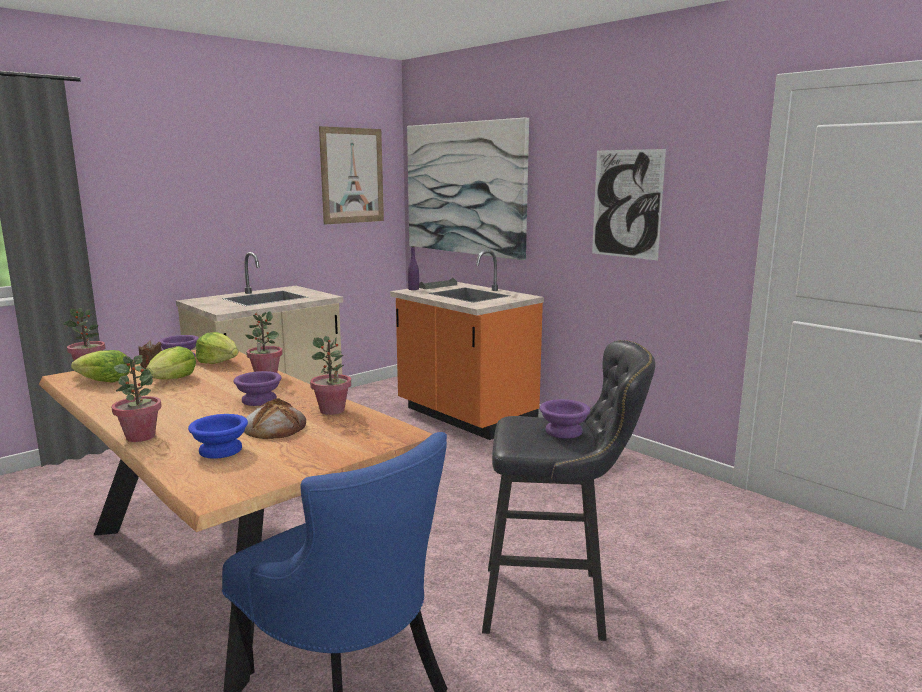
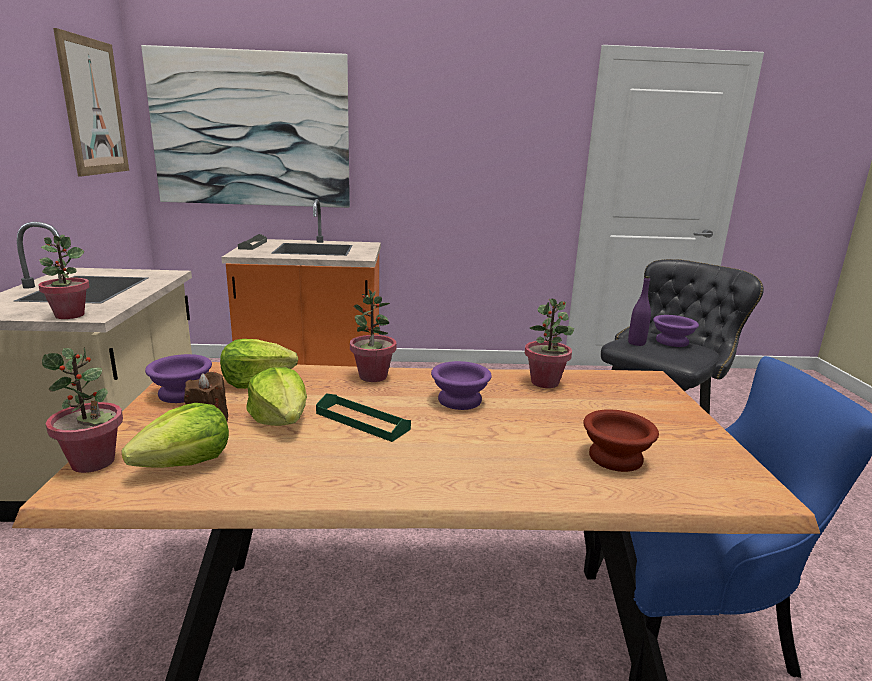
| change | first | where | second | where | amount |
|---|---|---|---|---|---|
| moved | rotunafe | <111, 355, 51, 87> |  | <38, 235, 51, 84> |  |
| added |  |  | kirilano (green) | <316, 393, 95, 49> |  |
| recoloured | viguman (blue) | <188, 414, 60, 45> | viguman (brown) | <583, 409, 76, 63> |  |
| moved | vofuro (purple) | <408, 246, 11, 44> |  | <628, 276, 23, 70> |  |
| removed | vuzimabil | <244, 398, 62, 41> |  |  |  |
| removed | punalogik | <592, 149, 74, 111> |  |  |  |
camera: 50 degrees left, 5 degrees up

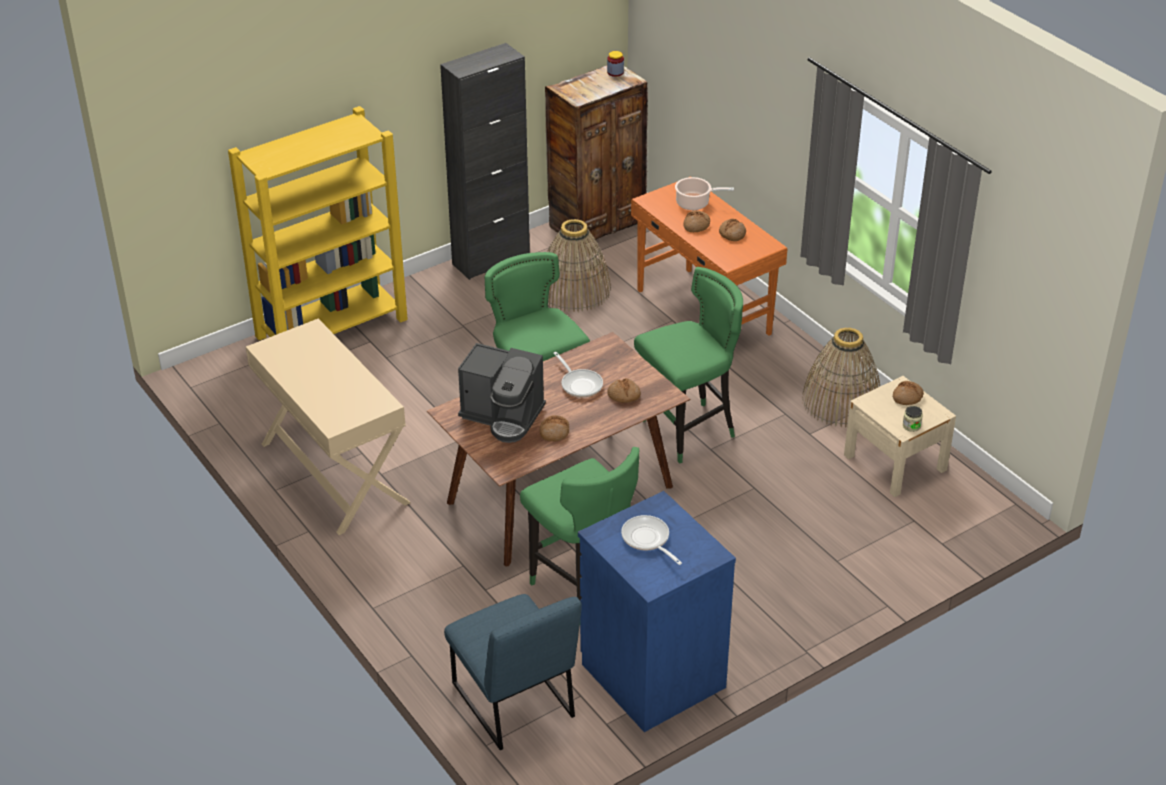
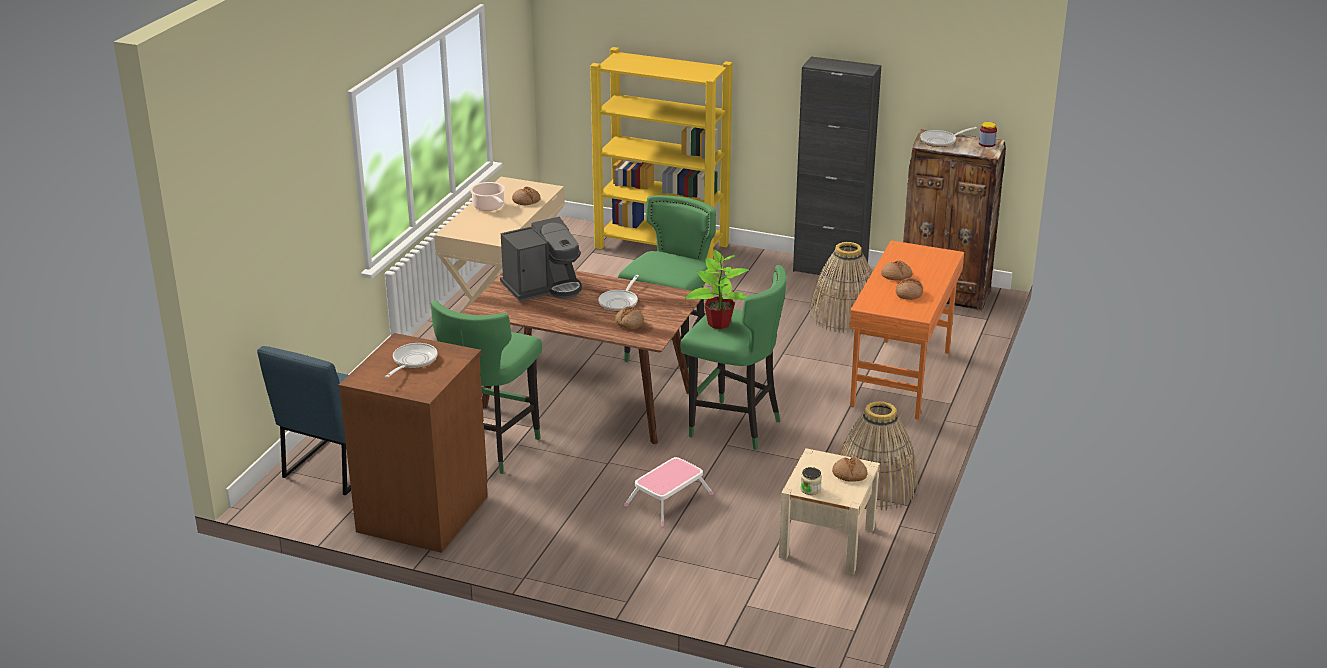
| change | first | where | second | where | amount |
|---|---|---|---|---|---|
| recoloured | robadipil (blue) | <578, 491, 158, 241> | robadipil (brown) | <339, 333, 149, 220> |  |
| moved | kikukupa | <675, 177, 59, 33> |  | <470, 182, 35, 29> |  |
| turned | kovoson | <458, 343, 88, 100> |  | <500, 217, 82, 85> | 105 degrees counterclockwise |
| moved | vuzimabil | <540, 415, 29, 26> |  | <512, 187, 29, 18> |  |
| added |  |  | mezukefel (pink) | <624, 457, 89, 69> |  |
| added |  |  | rotunafe | <685, 249, 64, 80> |  |
| added |  |  | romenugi | <920, 127, 57, 20> |  |
camera: 55 degrees right, 10 degrees down

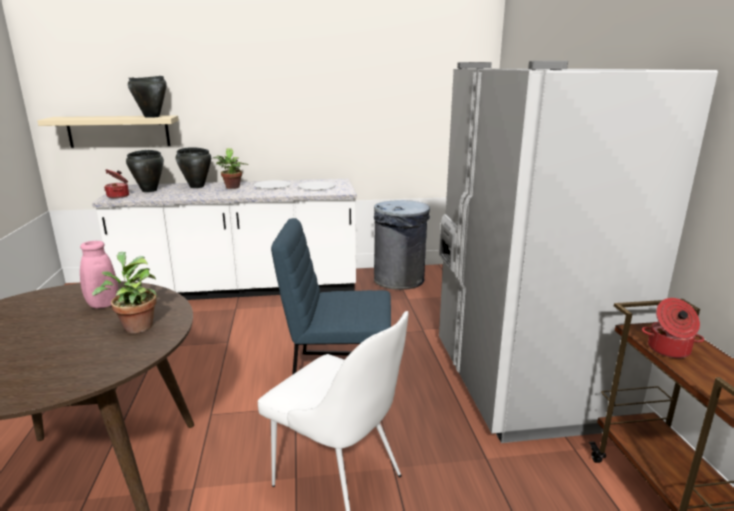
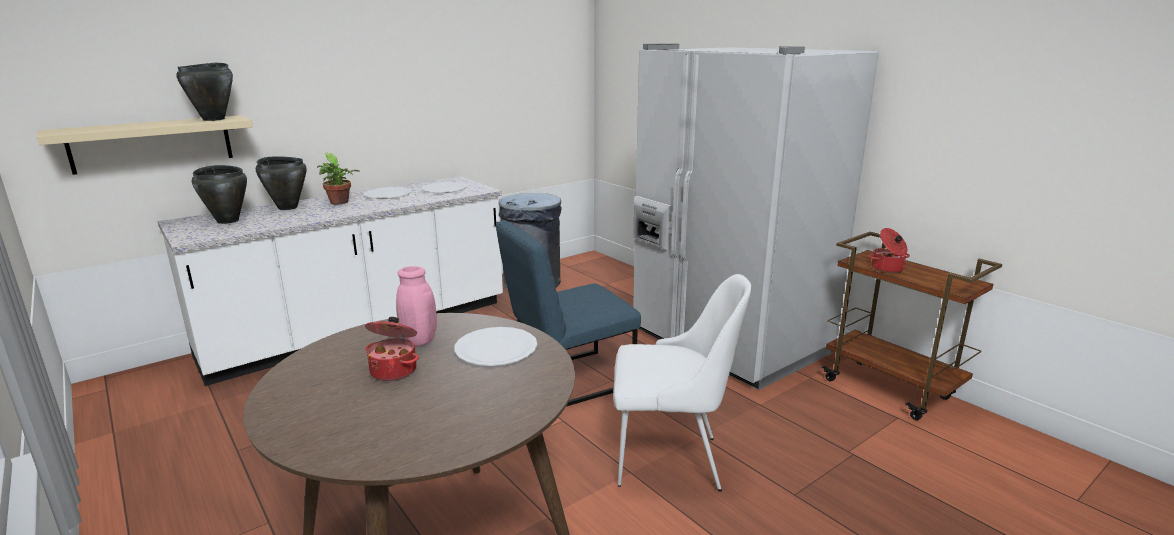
| change | first | where | second | where | amount |
|---|---|---|---|---|---|
| moved | kikukupa | <104, 170, 25, 28> |  | <365, 317, 54, 64> |  |
| replaced | rotunafe | <92, 252, 66, 81> | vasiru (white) | <454, 327, 83, 39> |  |
camera: 30 degrees left, 0 degrees up

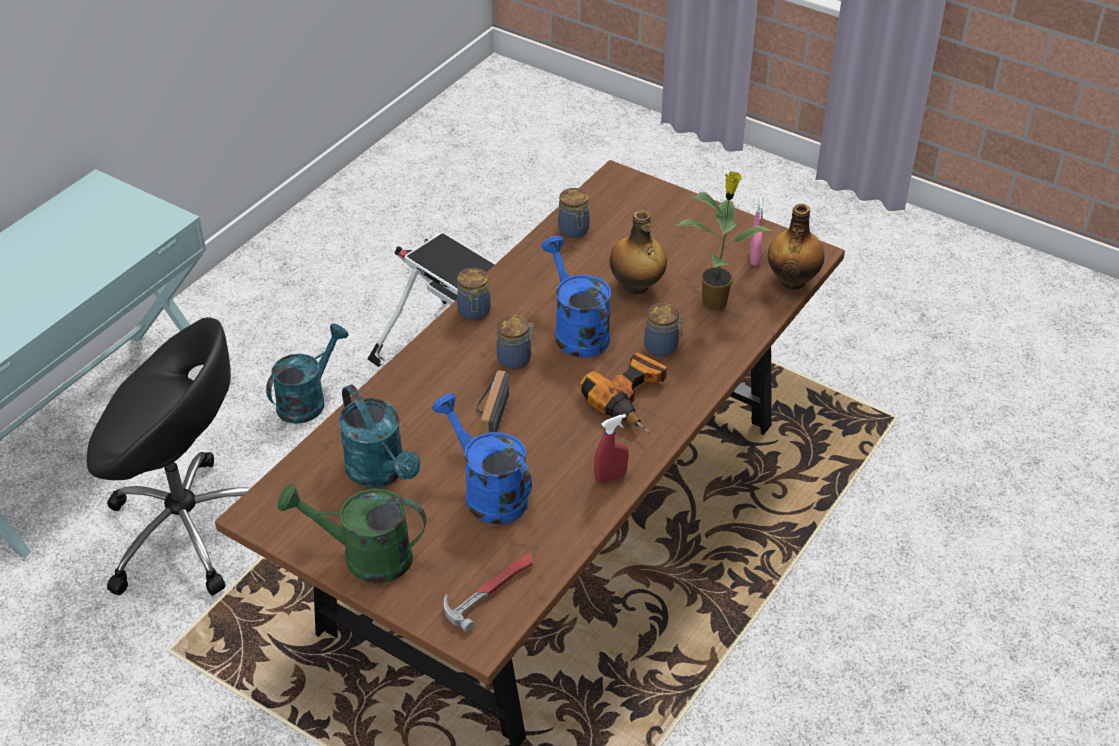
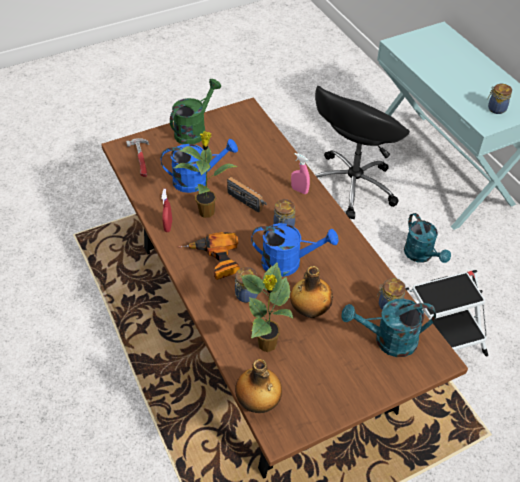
| change | first | where | second | where | amount |
|---|---|---|---|---|---|
| added |  |  | rotunafe | <174, 131, 64, 87> |  |
| moved | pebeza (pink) | <750, 197, 13, 68> |  | <291, 153, 19, 41> |  |
| moved | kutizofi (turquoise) | <338, 384, 83, 104> |  | <341, 299, 95, 58> |  |
| moved | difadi | <457, 268, 34, 52> |  | <488, 84, 24, 30> |  |
camera: 120 degrees right, 5 degrees up

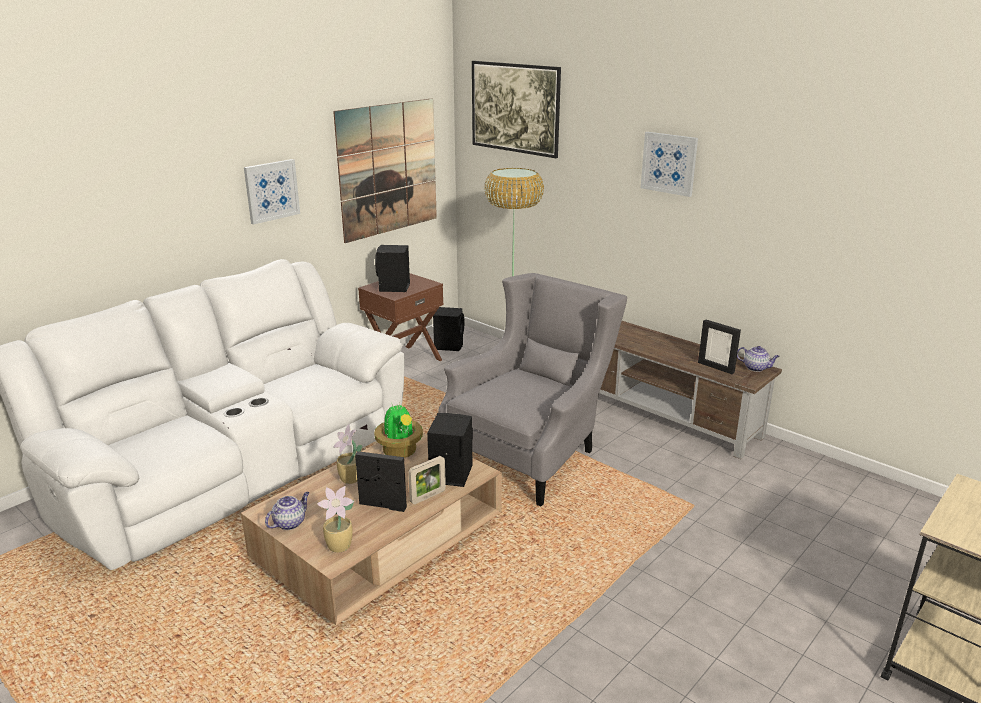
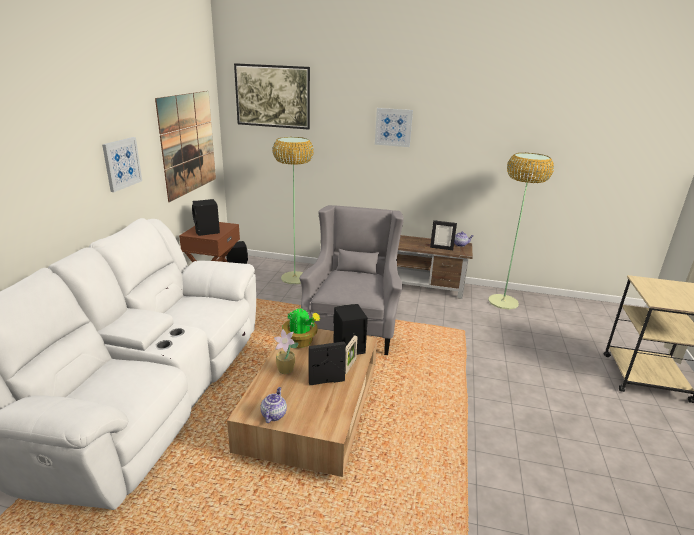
| change | first | where | second | where | amount |
|---|---|---|---|---|---|
| added |  |  | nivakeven | <488, 153, 66, 157> |  |
| removed | rotunafe | <317, 486, 38, 67> |  |  |  |
camera: 30 degrees left, 0 degrees up

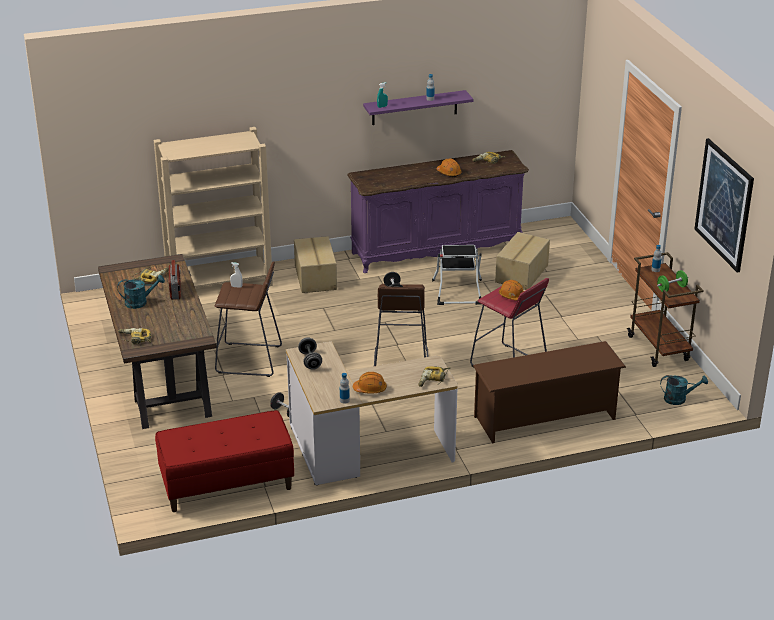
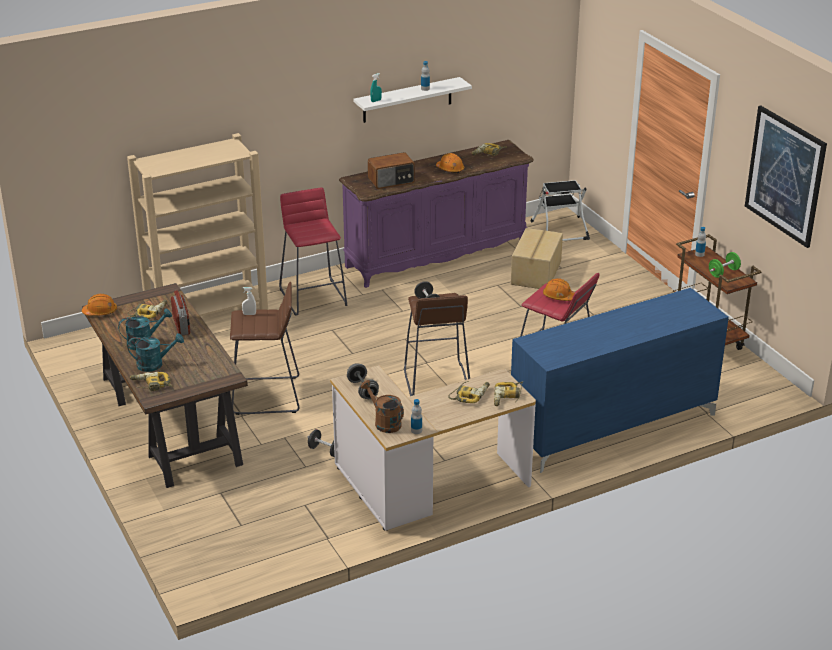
| change | first | where | second | where | amount |
|---|---|---|---|---|---|
| moved | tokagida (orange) | <353, 372, 34, 21> |  | <82, 294, 35, 22> |  |
| moved | kutizofi (turquoise) | <660, 375, 48, 30> |  | <128, 333, 56, 39> |  |
| replaced | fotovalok | <294, 236, 43, 57> | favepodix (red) | <279, 187, 69, 129> |  |
| recoloured | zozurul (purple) | <363, 90, 110, 35> | zozurul (white) | <353, 77, 119, 46> |  |
| added |  |  | kutizofi (brown) | <361, 380, 43, 53> |  |
| added |  |  | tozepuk | <368, 152, 47, 37> |  |
| added |  |  | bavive | <448, 381, 42, 22> |  |
| replaced | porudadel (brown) | <473, 341, 153, 102> | robadipil (blue) | <511, 288, 218, 185> |  |
| moved | mezukefel | <432, 245, 50, 60> |  | <530, 180, 60, 61> |  |
| removed | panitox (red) | <155, 410, 139, 102> |  |  |  |
camera: 10 degrees left, 0 degrees up

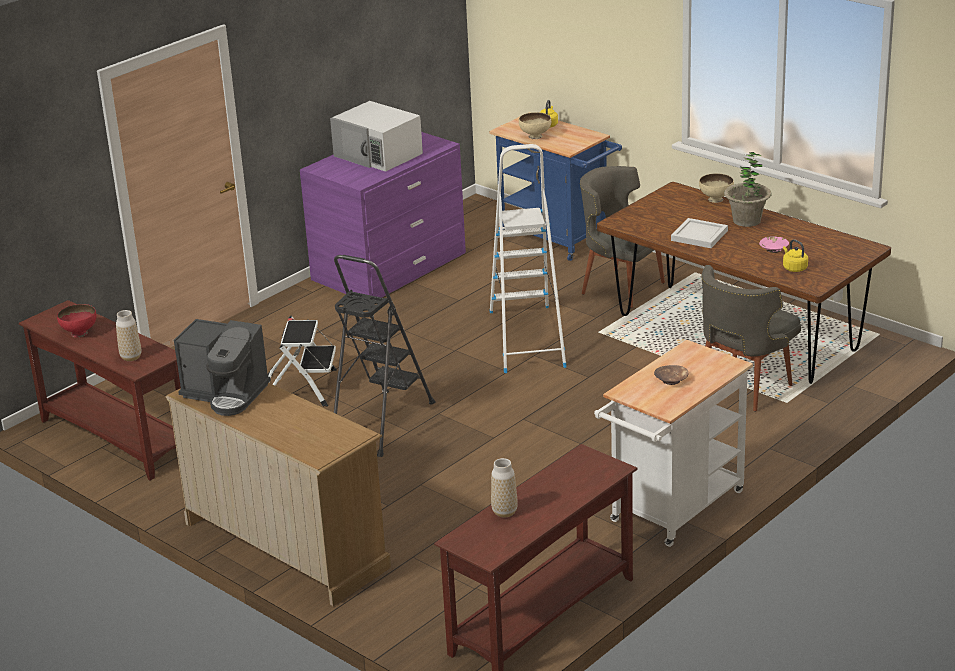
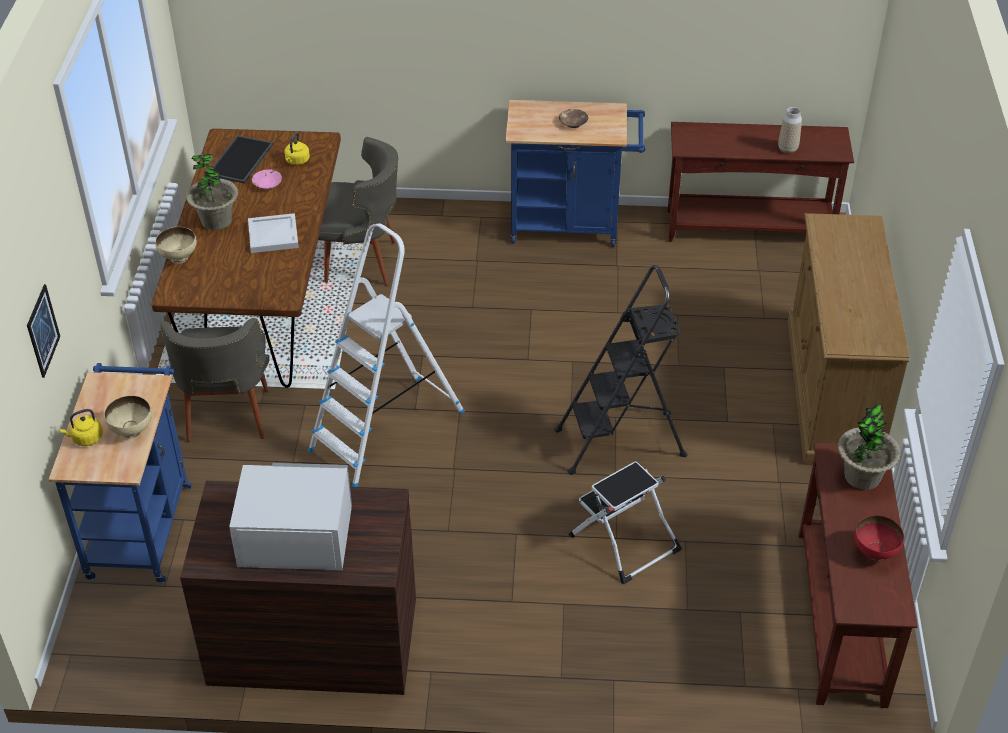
| change | first | where | second | where | amount |
|---|---|---|---|---|---|
| added |  |  | punalogik | <27, 284, 33, 94> |  |
| recoloured | robadipil (purple) | <300, 132, 166, 166> | robadipil (brown) | <180, 481, 236, 214> |  |
| added |  |  | kirilano | <213, 135, 61, 49> |  |
| turned | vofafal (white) | <330, 101, 93, 71> |  | <229, 463, 123, 107> | 90 degrees counterclockwise |
| recoloured | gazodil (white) | <594, 340, 159, 207> | gazodil (blue) | <505, 100, 141, 147> |  |
| replaced | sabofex | <116, 310, 25, 51> | rotunafe | <838, 403, 62, 87> |  |
| removed | kovoson | <174, 319, 97, 97> |  |  |  |
camera: 130 degrees left, 15 degrees up

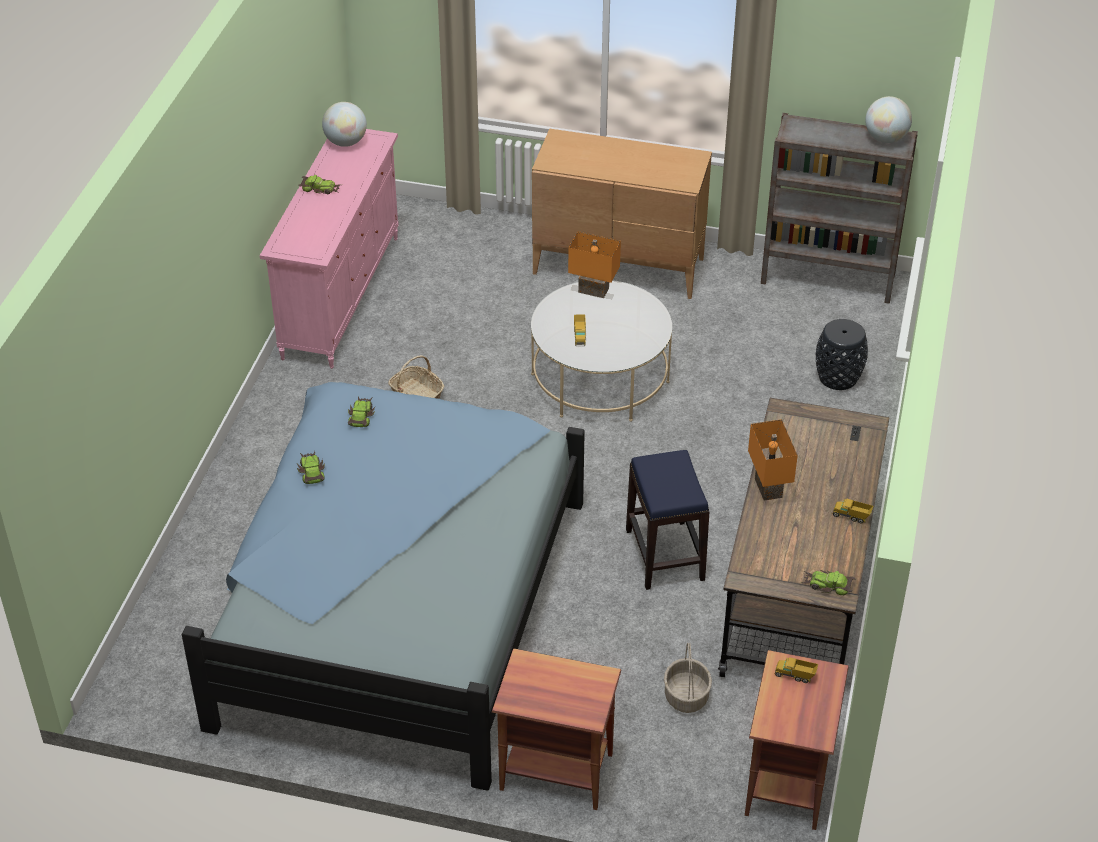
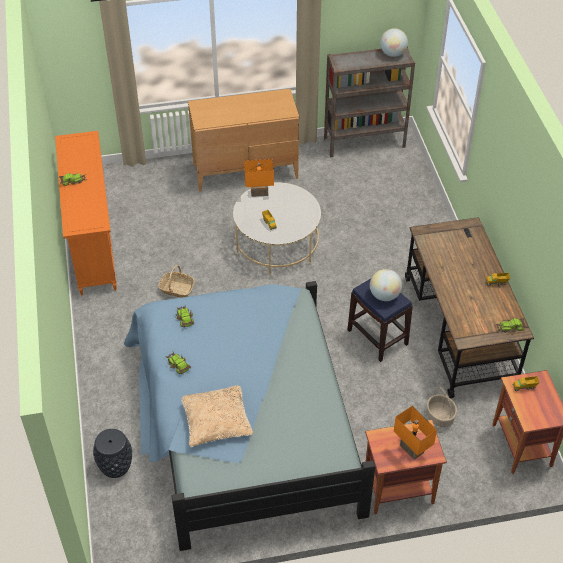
| change | first | where | second | where | amount |
|---|---|---|---|---|---|
| recoloured | robadipil (pink) | <260, 129, 139, 240> | robadipil (orange) | <55, 131, 62, 165> |  |
| moved | favepodix (black) | <816, 319, 52, 71> |  | <93, 429, 39, 49> |  |
| added |  |  | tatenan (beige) | <182, 385, 71, 62> |  |
| moved | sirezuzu | <322, 102, 45, 45> |  | <370, 269, 32, 32> |  |
| moved | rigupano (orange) | <748, 419, 50, 82> |  | <394, 406, 43, 54> |  |
camera: 25 degrees left, 5 degrees up

